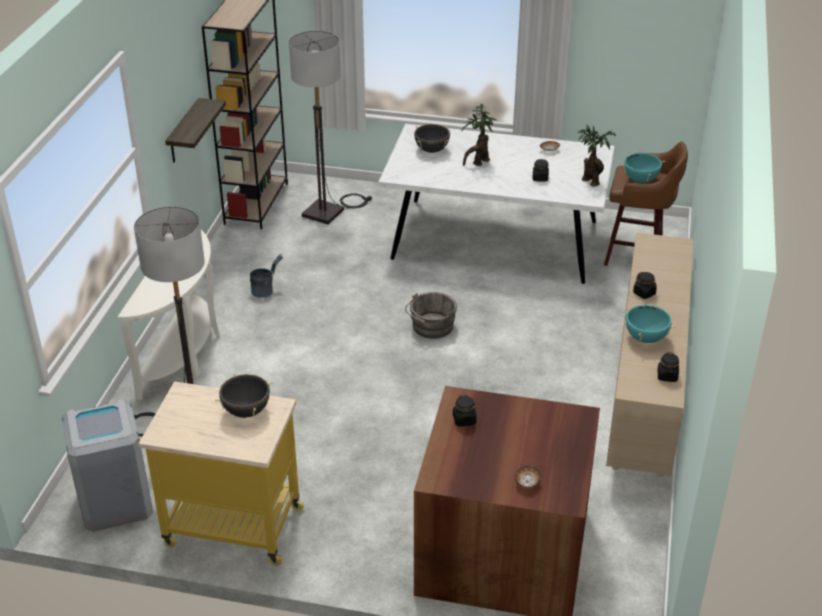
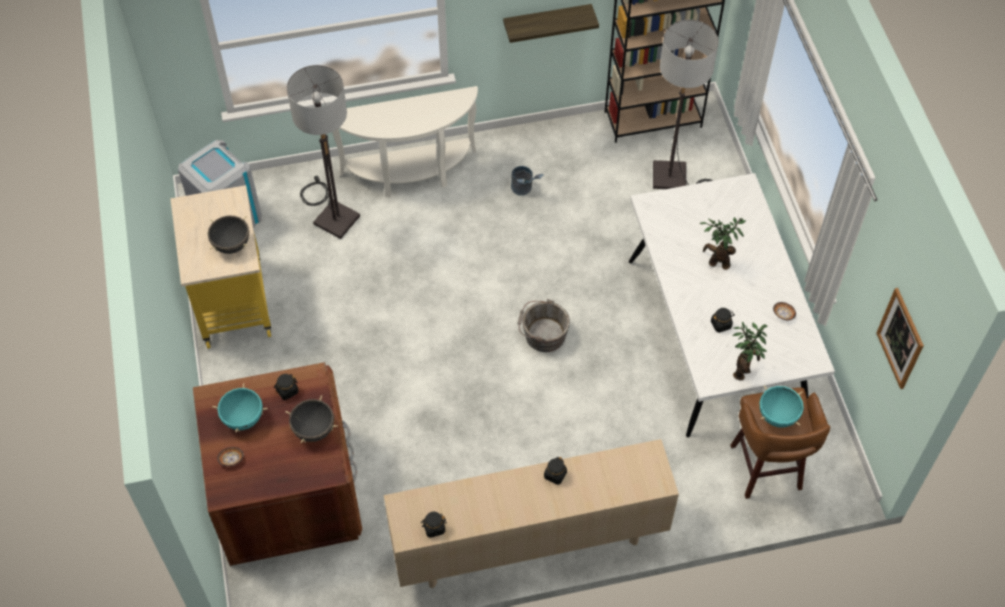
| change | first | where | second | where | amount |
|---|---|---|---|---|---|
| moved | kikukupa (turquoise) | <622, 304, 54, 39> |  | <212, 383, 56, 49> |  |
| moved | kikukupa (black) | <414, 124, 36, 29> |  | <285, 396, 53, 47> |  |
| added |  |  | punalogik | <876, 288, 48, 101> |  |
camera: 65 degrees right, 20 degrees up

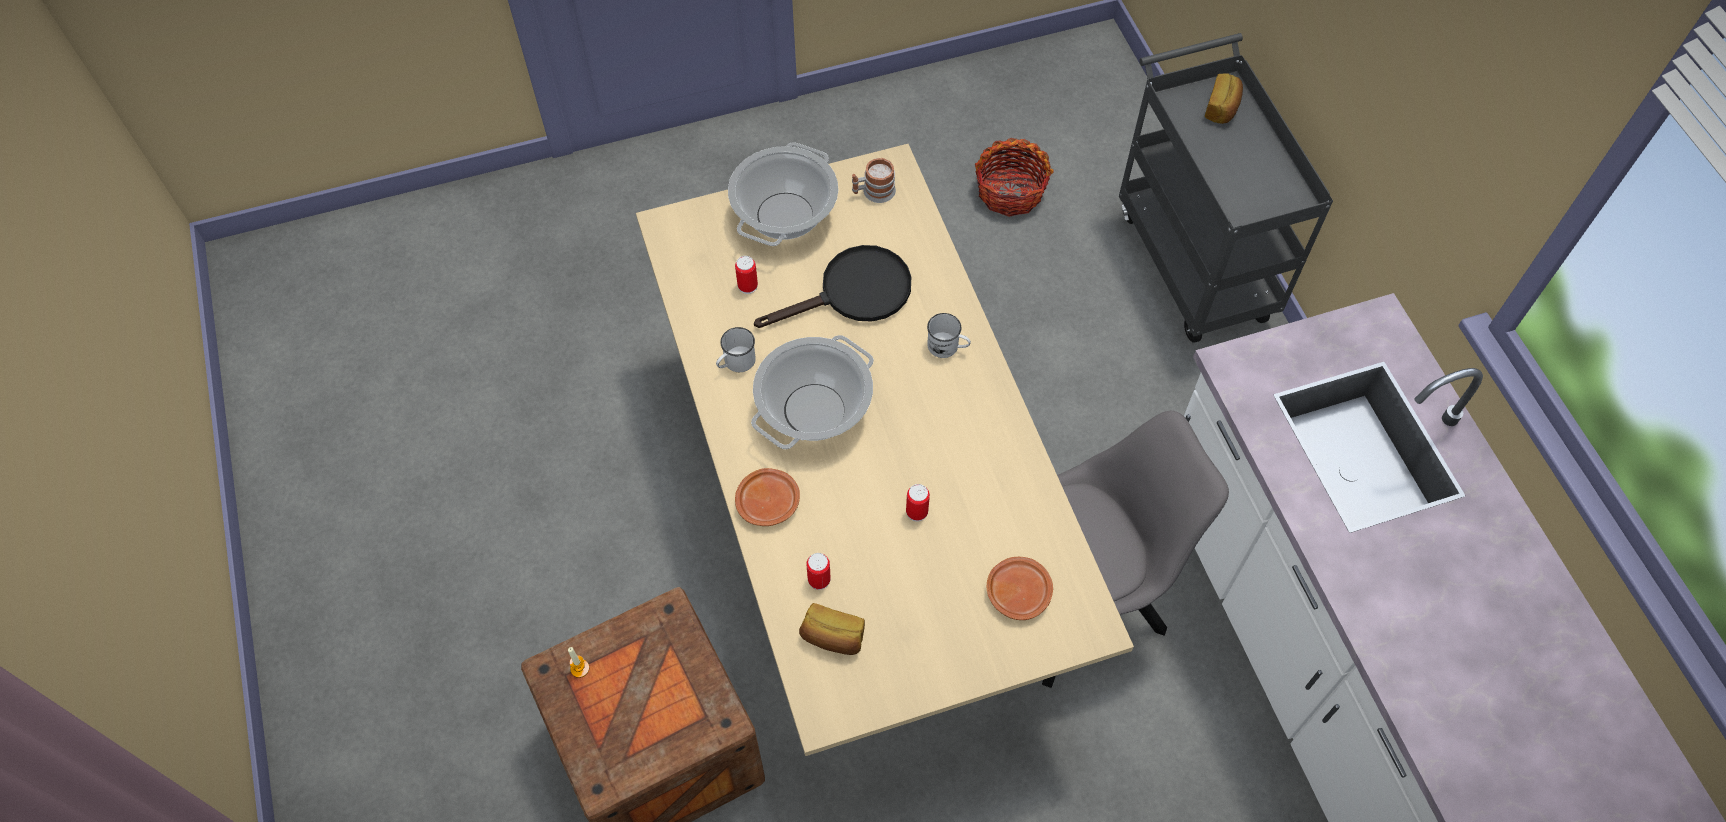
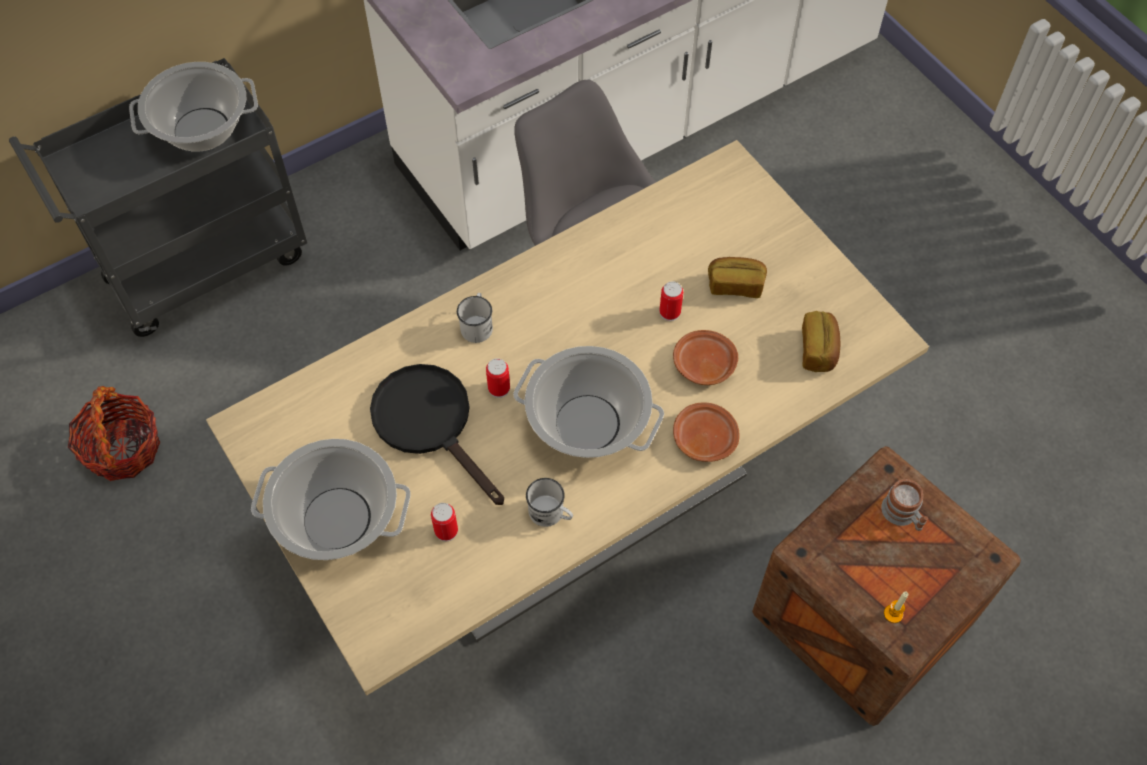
| change | first | where | second | where | amount |
|---|---|---|---|---|---|
| added |  |  | kikukupa | <129, 62, 129, 90> |  |
| moved | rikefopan | <807, 553, 24, 37> |  | <486, 358, 24, 40> |  |
| moved | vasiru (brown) | <987, 557, 66, 63> |  | <673, 330, 65, 55> |  |
| moved | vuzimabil | <1205, 73, 38, 51> |  | <708, 257, 59, 41> |  |
| moved | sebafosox | <852, 158, 44, 45> |  | <881, 479, 47, 52> |  |
camera: 105 degrees left, 0 degrees up

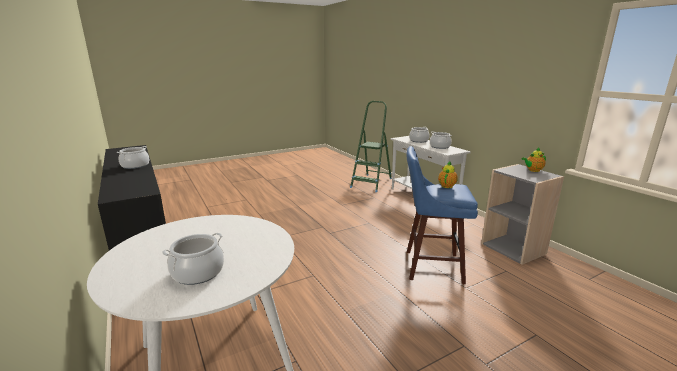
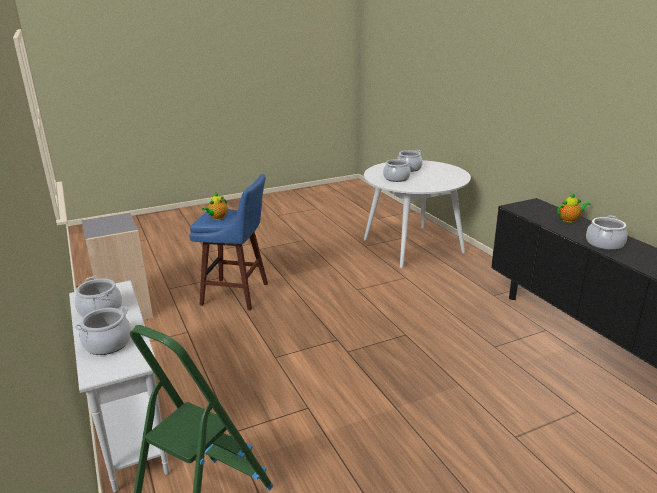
| change | first | where | second | where | amount |
|---|---|---|---|---|---|
| added |  |  | kikukupa | <383, 158, 28, 24> |  |
| moved | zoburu | <521, 147, 25, 25> |  | <557, 193, 34, 30> |  |
camera: 175 degrees left, 5 degrees up

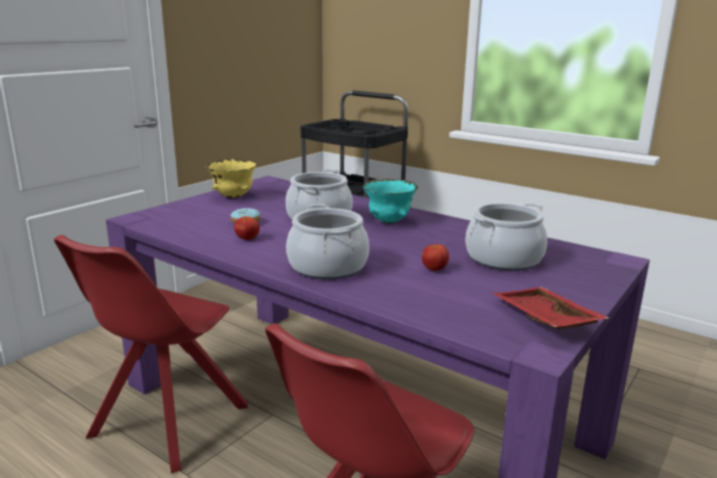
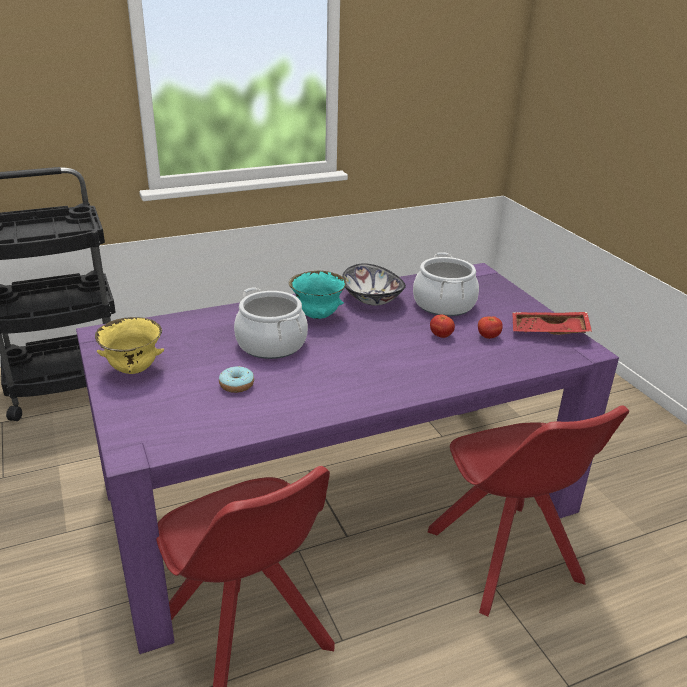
| change | first | where | second | where | amount |
|---|---|---|---|---|---|
| added |  |  | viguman | <342, 263, 64, 43> |  |
| moved | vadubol | <234, 216, 26, 24> |  | <478, 316, 25, 23> |  |
| removed | kikukupa | <286, 204, 83, 76> |  |  |  |
camera: 60 degrees left, 10 degrees up

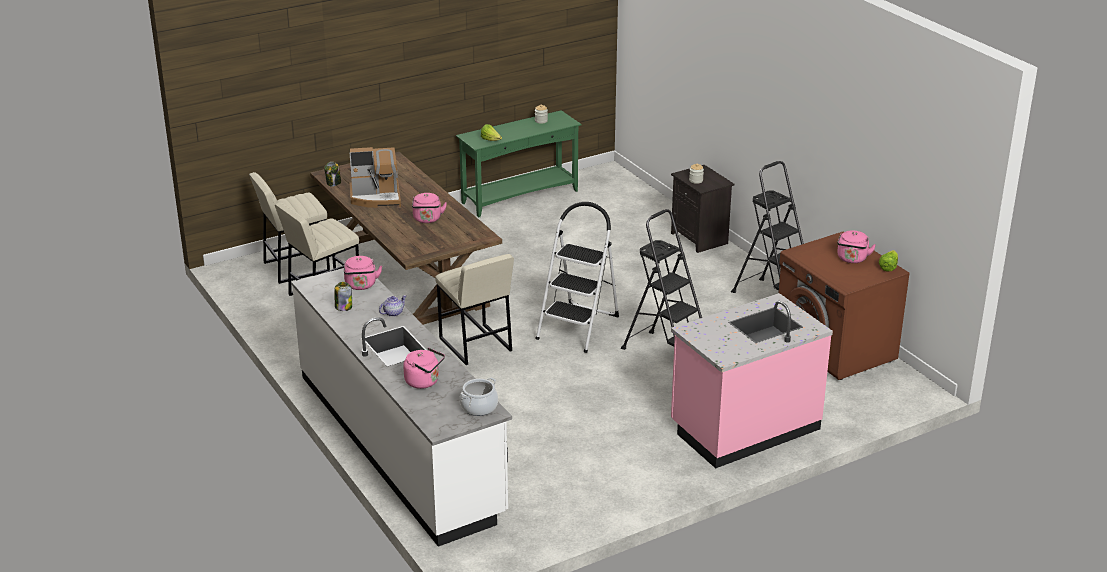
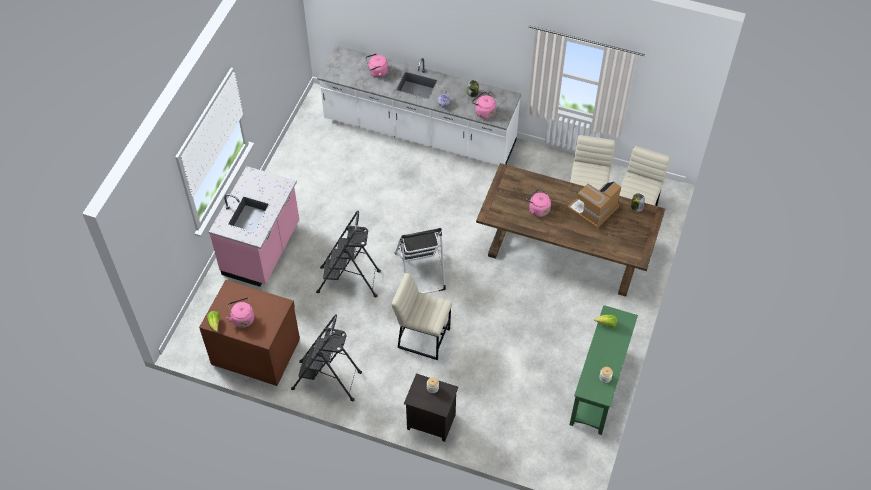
| change | first | where | second | where | amount |
|---|---|---|---|---|---|
| moved | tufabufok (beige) | <435, 254, 79, 111> |  | <391, 273, 61, 87> |  |
| removed | kikukupa | <460, 378, 38, 38> |  |  |  |
camera: 140 degrees right, 25 degrees up

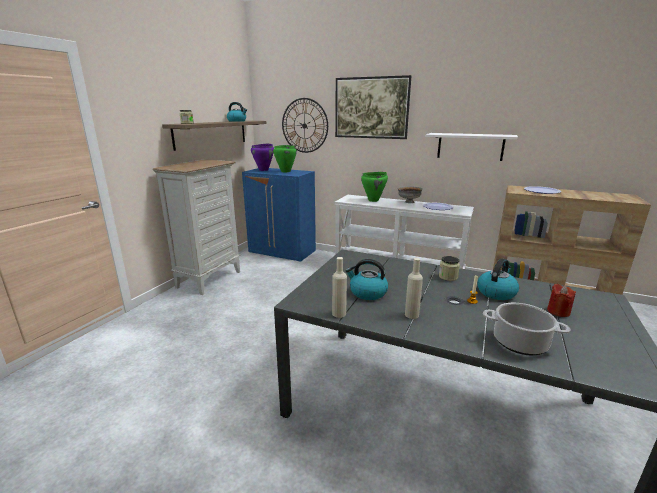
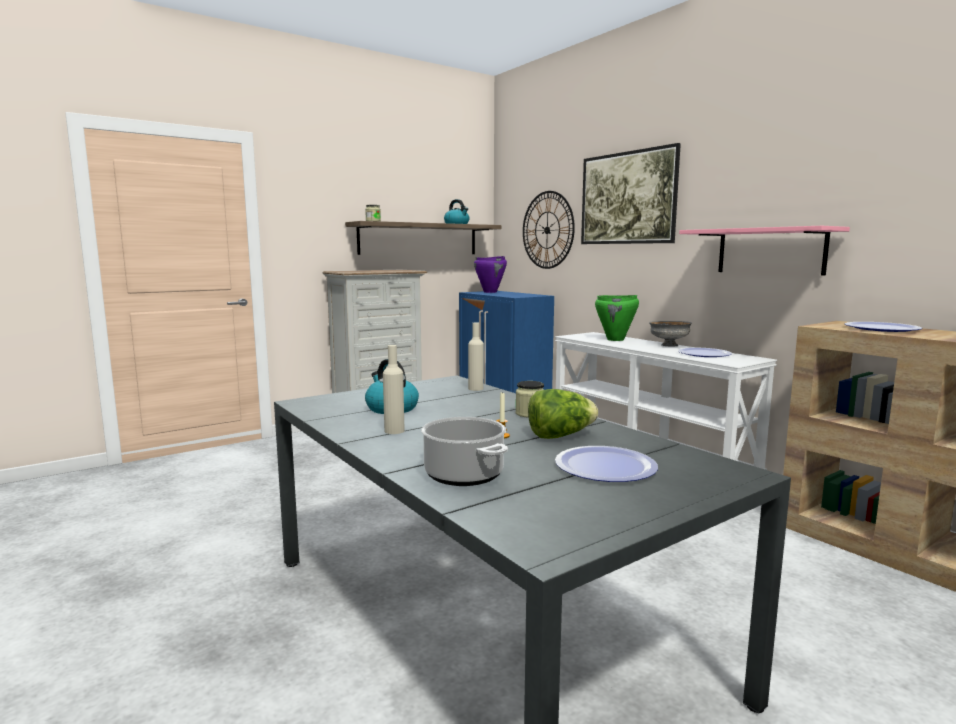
| change | first | where | second | where | amount |
|---|---|---|---|---|---|
| moved | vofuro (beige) | <332, 257, 15, 61> |  | <468, 322, 16, 69> |  |
| replaced | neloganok | <477, 258, 42, 42> | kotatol | <528, 389, 70, 50> |  |
| replaced | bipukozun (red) | <547, 284, 29, 33> | vasiru | <555, 446, 103, 36> |  |
| recoloured | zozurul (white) | <425, 133, 93, 28> | zozurul (pink) | <679, 226, 171, 50> |  |
| removed | kikukupa (green) | <273, 145, 24, 27> |  |  |  |
camera: 30 degrees right, 10 degrees down

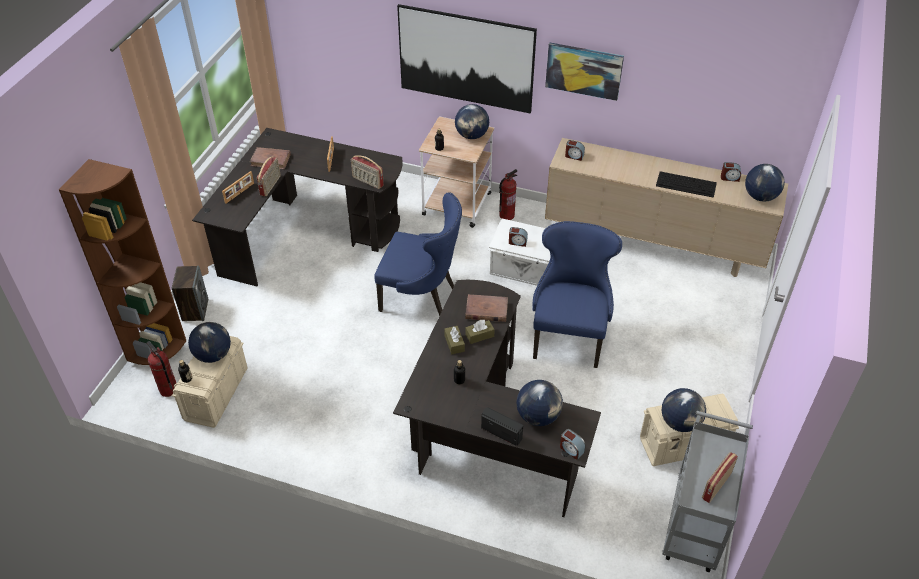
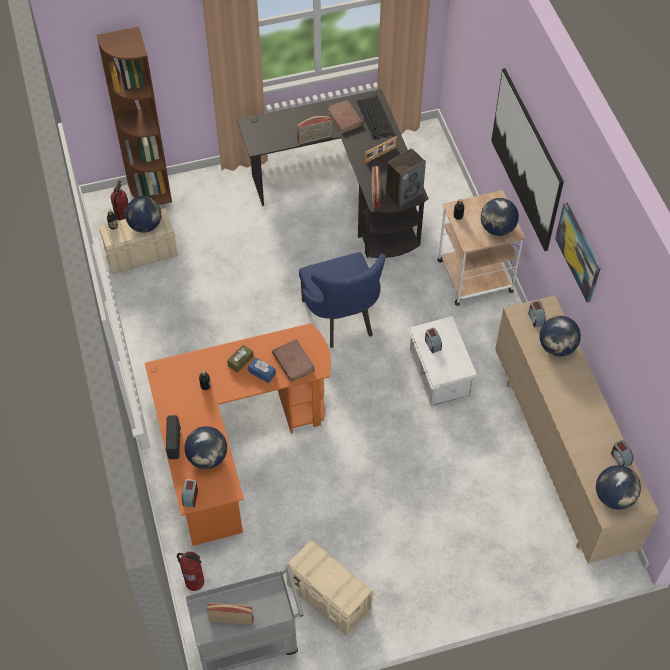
| change | first | where | second | where | amount |
|---|---|---|---|---|---|
| recoloured | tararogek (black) | <393, 280, 208, 237> | tararogek (orange) | <145, 323, 186, 223> |  |
| moved | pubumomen | <499, 169, 18, 51> |  | <177, 551, 27, 40> |  |
| recoloured | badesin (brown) | <465, 320, 30, 24> | badesin (blue) | <248, 357, 28, 26> |  |
| moved | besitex | <656, 171, 61, 27> |  | <357, 96, 38, 43> |  |
| moved | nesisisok | <172, 265, 36, 56> |  | <386, 148, 40, 60> |  |
| moved | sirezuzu | <662, 388, 44, 44> |  | <539, 316, 42, 40> |  |
| removed | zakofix | <222, 171, 32, 32> |  |  |  |
| removed | tufabufok (blue) | <532, 221, 90, 147> |  |  |  |
camera: 55 degrees right, 10 degrees up

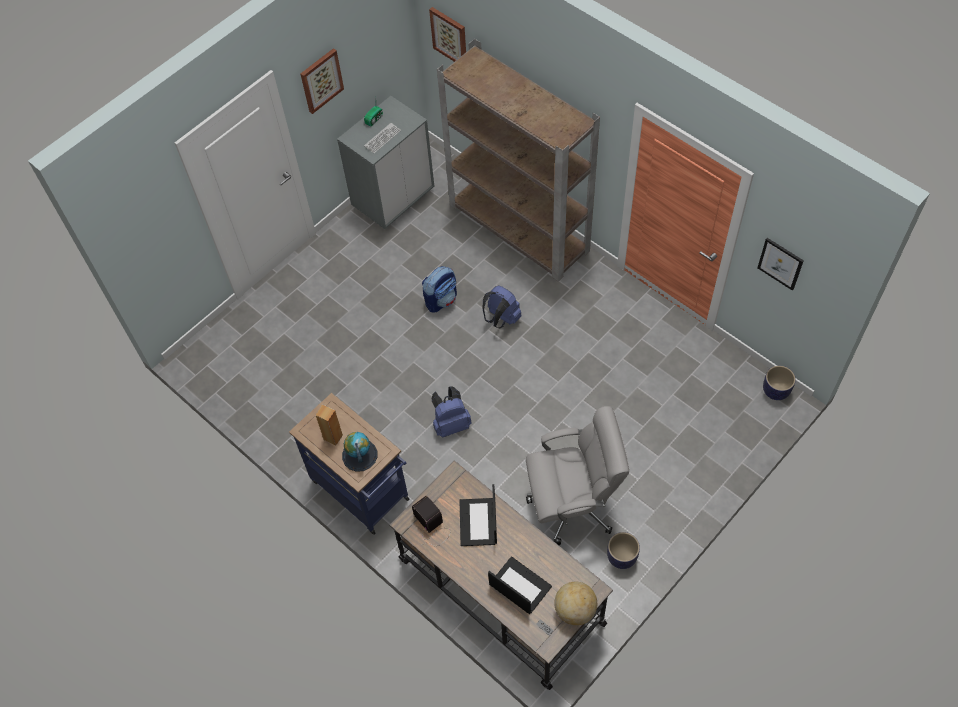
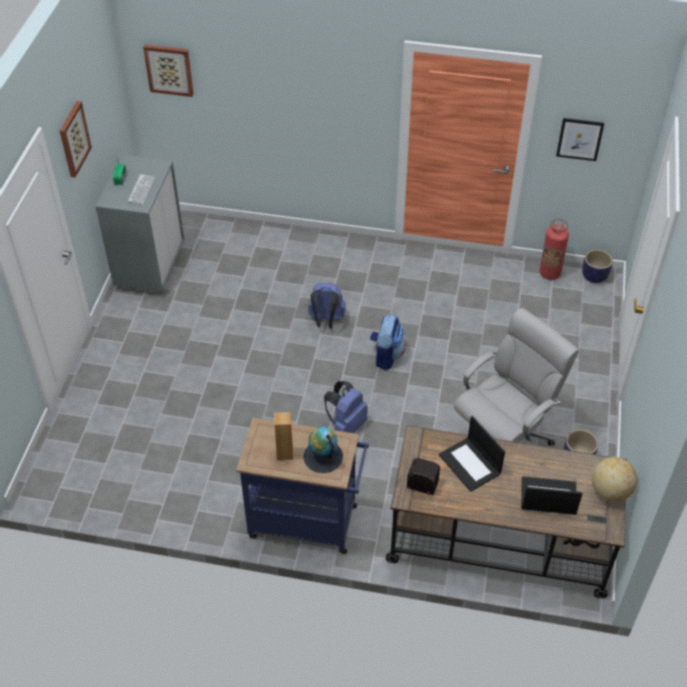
| change | first | where | second | where | amount |
|---|---|---|---|---|---|
| moved | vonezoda | <422, 266, 35, 47> |  | <370, 314, 36, 56> |  |
| added |  |  | pubumomen | <540, 219, 29, 61> |  |
| removed | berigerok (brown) | <437, 39, 163, 242> |  |  |  |
camera: 35 degrees left, 10 degrees down

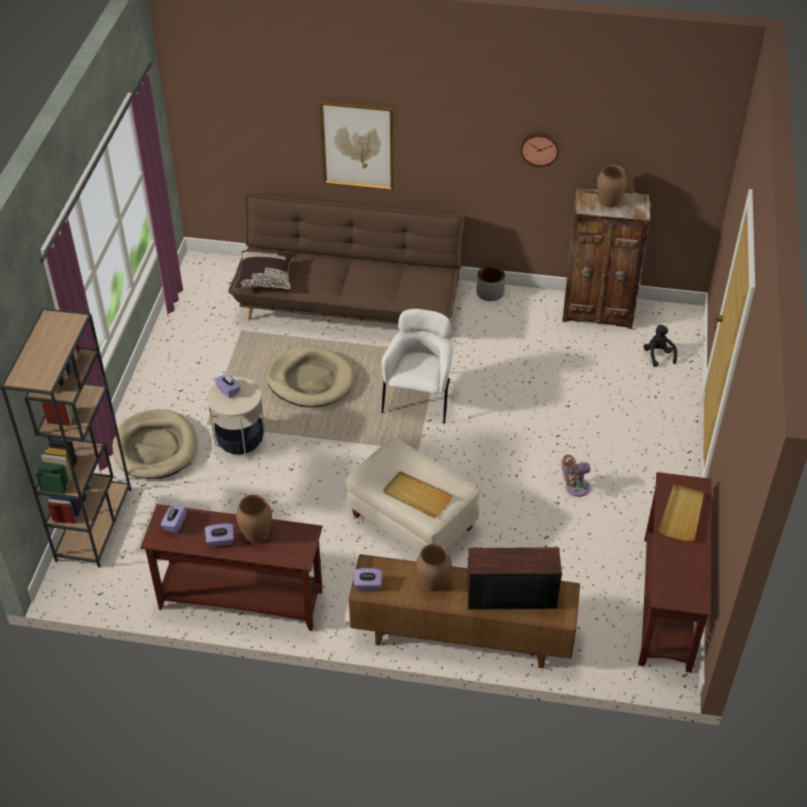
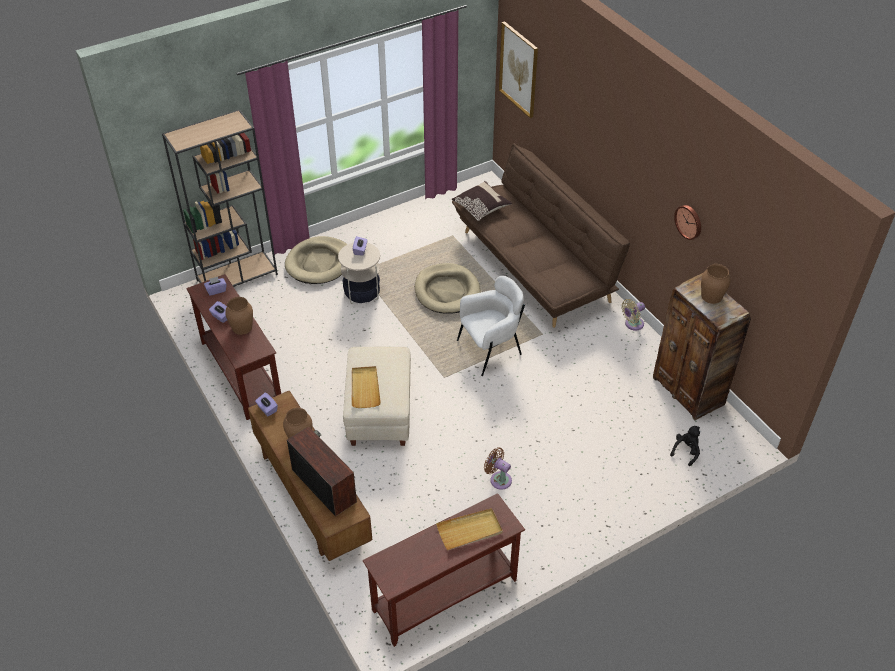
| change | first | where | second | where | amount |
|---|---|---|---|---|---|
| moved | punalogik | <320, 101, 74, 90> |  | <499, 21, 39, 97> |  |
| replaced | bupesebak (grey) | <477, 266, 28, 35> | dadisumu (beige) | <621, 299, 24, 31> |  |
camera: 50 degrees right, 0 degrees up

